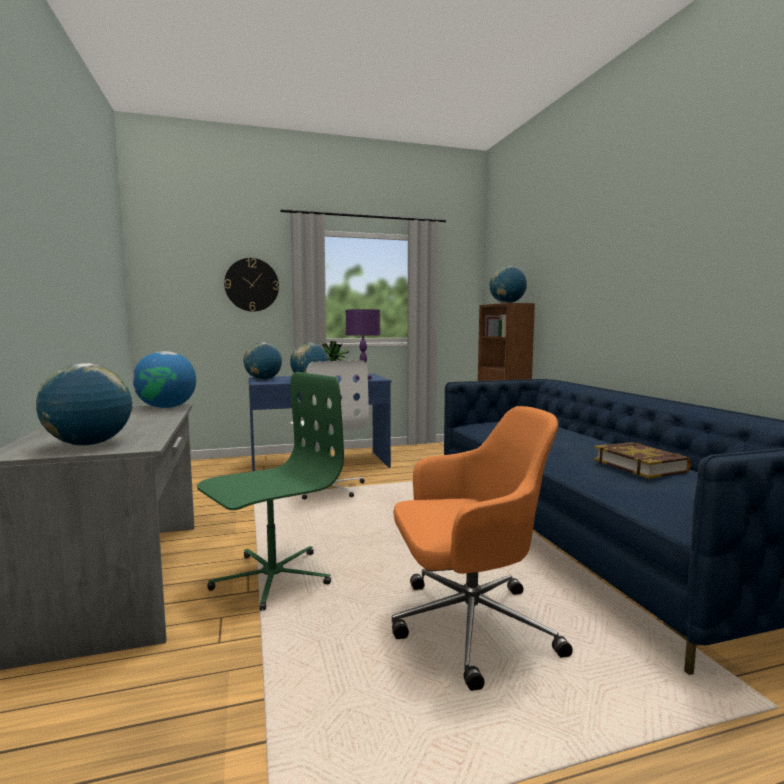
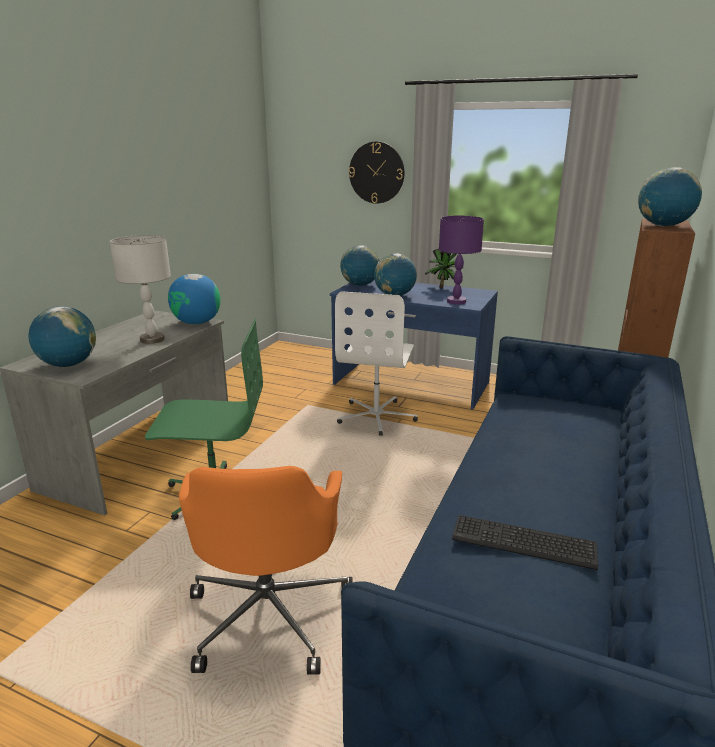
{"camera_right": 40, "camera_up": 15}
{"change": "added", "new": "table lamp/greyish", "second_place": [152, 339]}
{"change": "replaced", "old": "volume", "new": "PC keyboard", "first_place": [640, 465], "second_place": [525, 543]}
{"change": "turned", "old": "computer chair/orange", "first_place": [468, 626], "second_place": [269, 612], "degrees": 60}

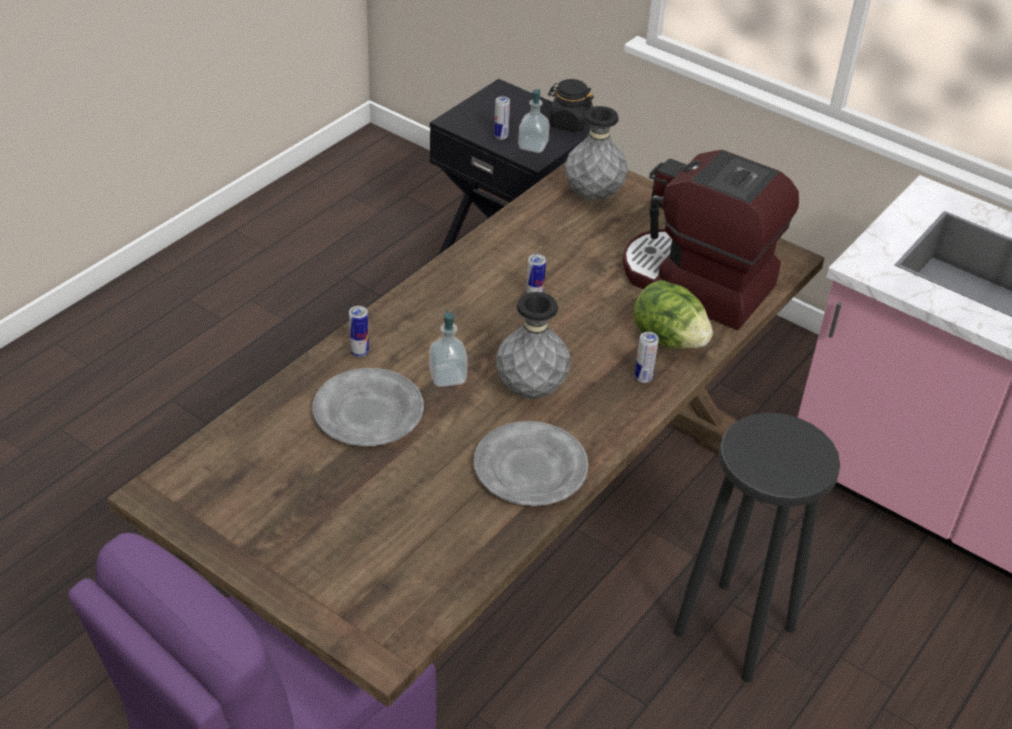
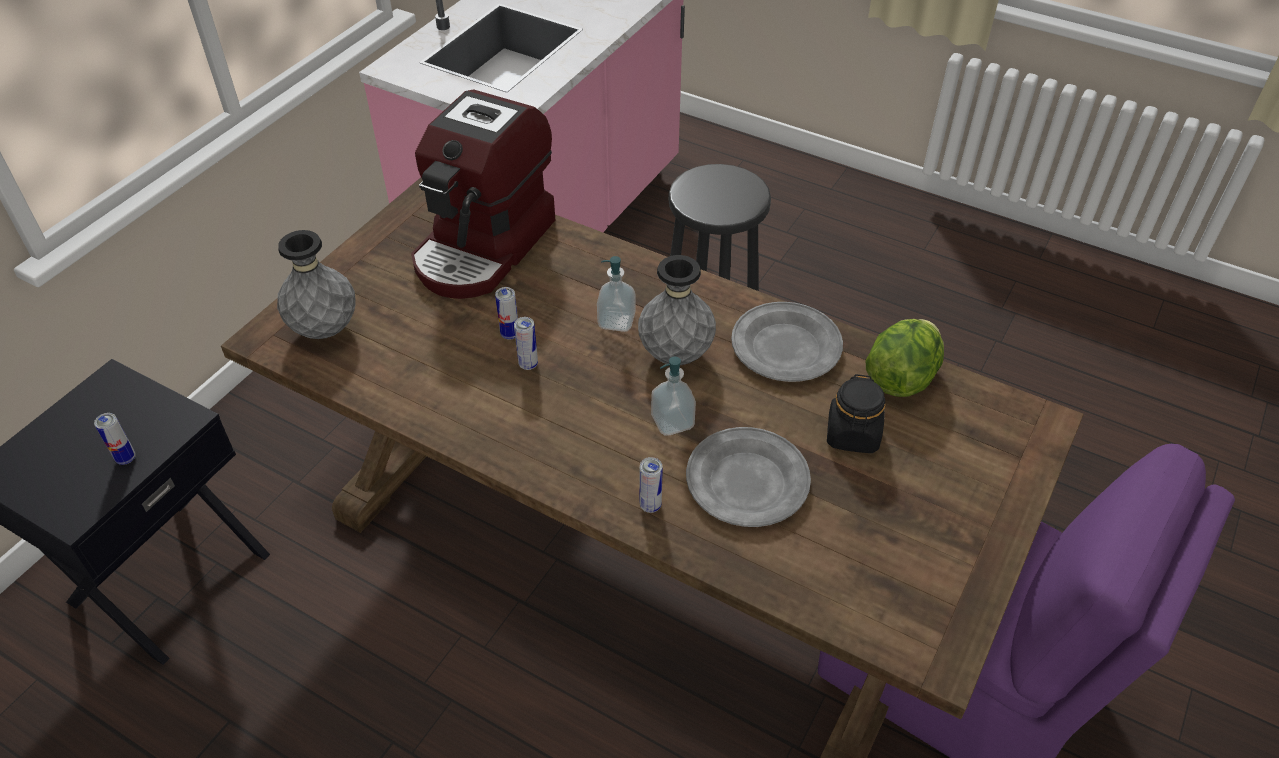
{"camera_right": -95, "camera_up": 5}
{"change": "moved", "old": "soap bottle", "first_place": [533, 146], "second_place": [616, 321]}
{"change": "moved", "old": "storage jar/black", "first_place": [569, 123], "second_place": [853, 435]}
{"change": "moved", "old": "head of lettuce", "first_place": [668, 339], "second_place": [900, 378]}
{"change": "moved", "old": "can", "first_place": [643, 378], "second_place": [510, 334]}

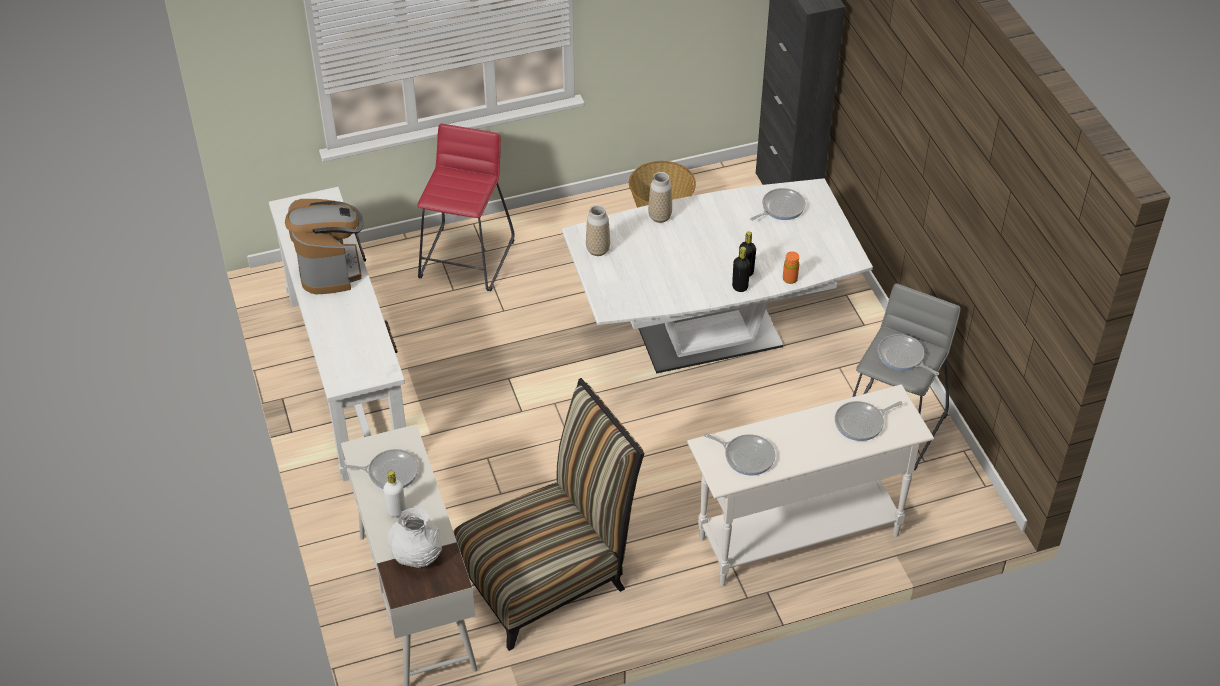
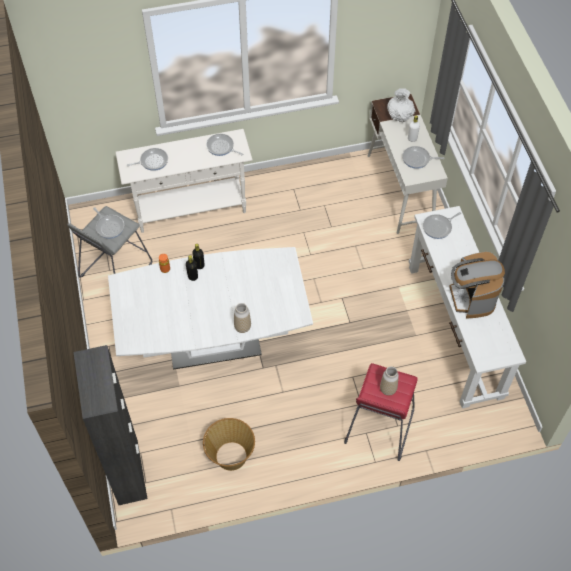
{"camera_right": -175, "camera_up": 10}
{"change": "removed", "old": "chair", "first_place": [548, 573]}
{"change": "moved", "old": "vase", "first_place": [598, 250], "second_place": [388, 389]}
{"change": "moved", "old": "frying pan", "first_place": [780, 208], "second_place": [438, 227]}

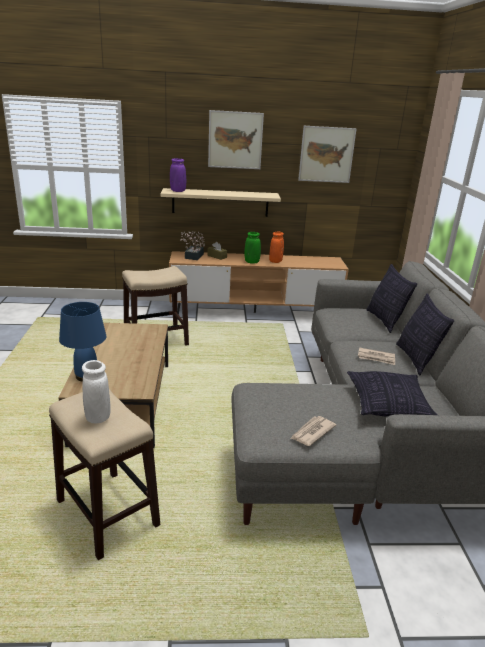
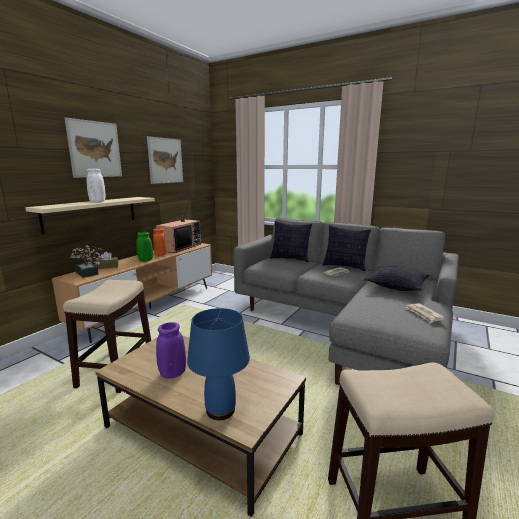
{"camera_right": -55, "camera_up": -10}
{"change": "added", "new": "TV set", "second_place": [180, 247]}
{"change": "moved", "old": "vase/white", "first_place": [98, 417], "second_place": [97, 201]}
{"change": "moved", "old": "vase/purple", "first_place": [178, 191], "second_place": [172, 373]}

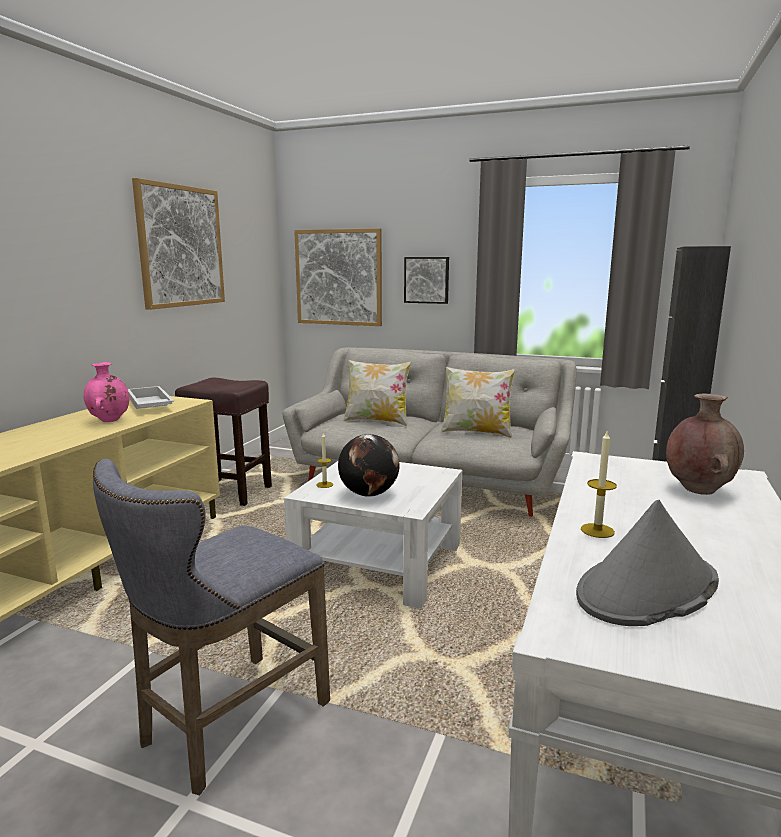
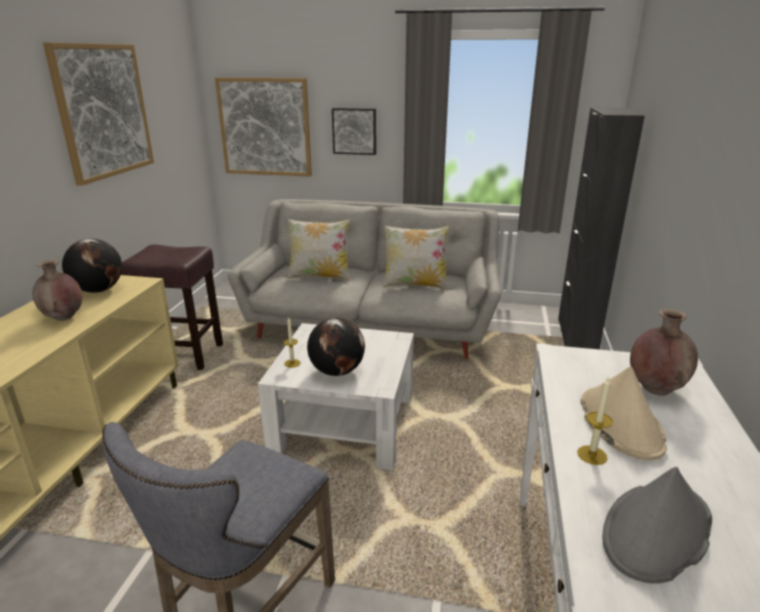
{"camera_right": -10, "camera_up": 10}
{"change": "added", "new": "hat/sand-coloured", "second_place": [620, 423]}
{"change": "replaced", "old": "serving tray/white", "new": "desk globe", "first_place": [149, 405], "second_place": [98, 290]}
{"change": "recoloured", "old": "vase/pink-coloured", "new": "vase/brown", "first_place": [109, 421], "second_place": [64, 318]}

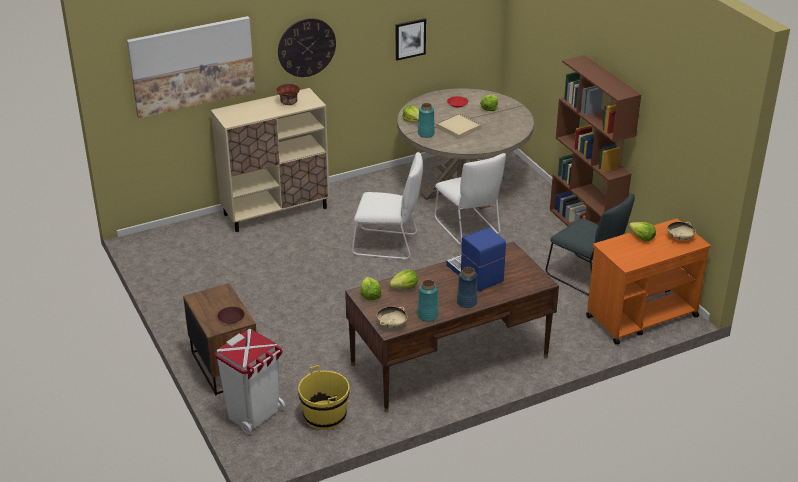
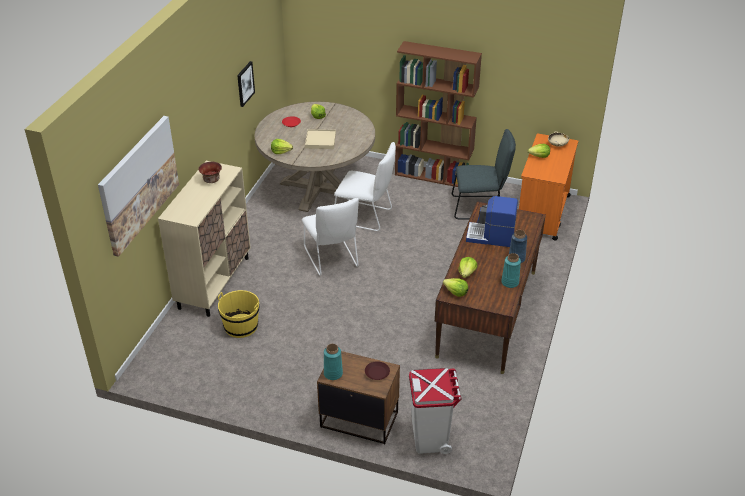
{"camera_right": -45, "camera_up": 5}
{"change": "removed", "old": "clock on the wall", "first_place": [306, 47]}
{"change": "removed", "old": "deep dish/sand-coloured", "first_place": [392, 324]}
{"change": "moved", "old": "water bucket/yellow-coloured", "first_place": [325, 416], "second_place": [241, 326]}
{"change": "moved", "old": "vase/turquoise", "first_place": [426, 134], "second_place": [333, 373]}
{"change": "turned", "old": "chair/white", "first_place": [388, 245], "second_place": [332, 259], "degrees": 105}

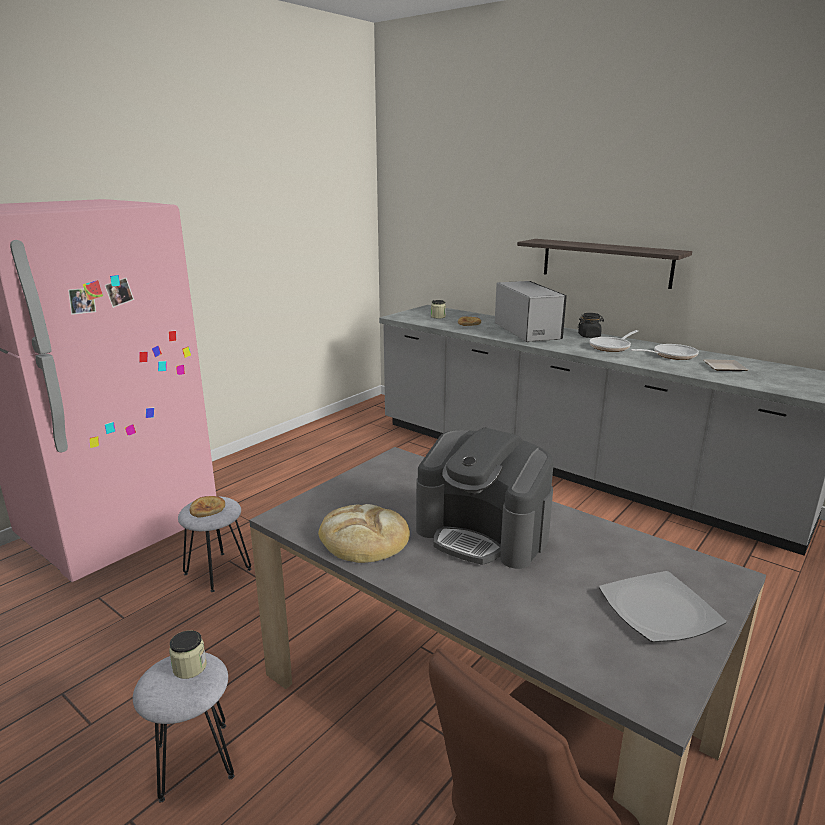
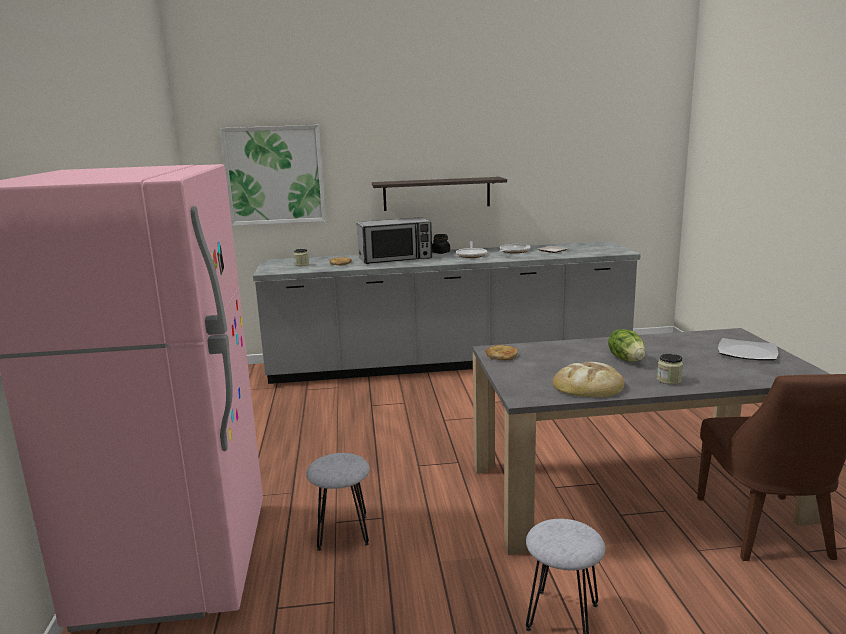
{"camera_right": -45, "camera_up": -5}
{"change": "added", "new": "picture", "second_place": [274, 175]}
{"change": "moved", "old": "storage jar", "first_place": [190, 667], "second_place": [669, 380]}
{"change": "moved", "old": "bakery bread", "first_place": [207, 509], "second_place": [501, 355]}
{"change": "replaced", "old": "coffee brewer", "new": "head of lettuce", "first_place": [483, 533], "second_place": [627, 359]}
{"change": "turned", "old": "microwave oven", "first_place": [527, 331], "second_place": [395, 258], "degrees": 135}

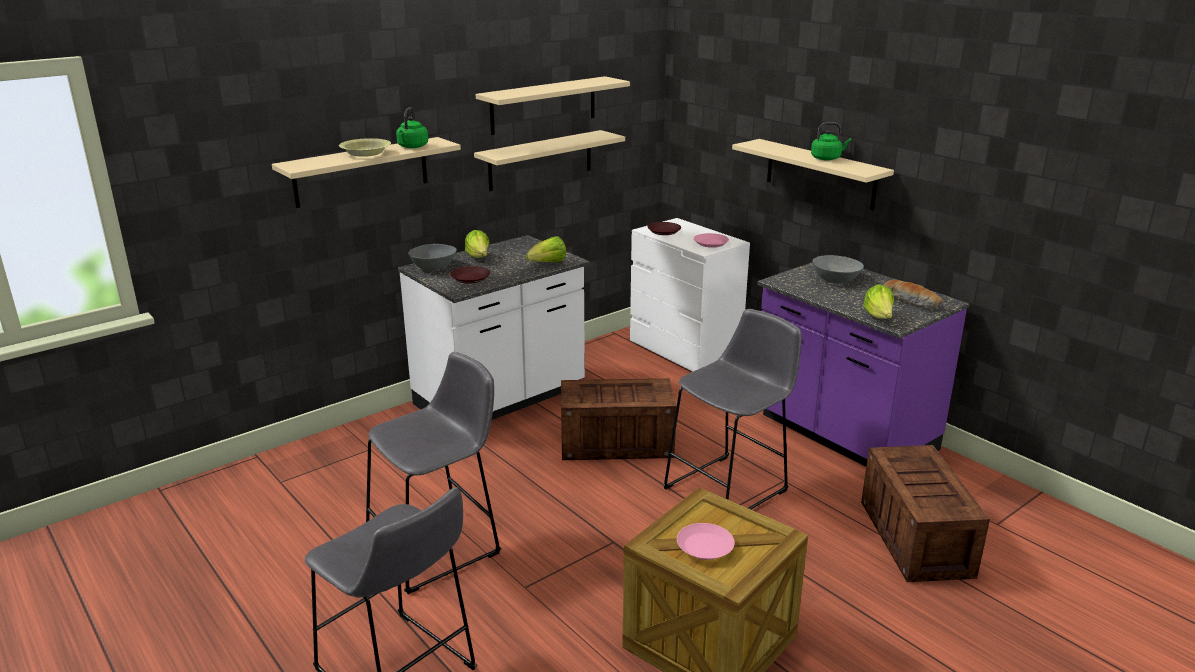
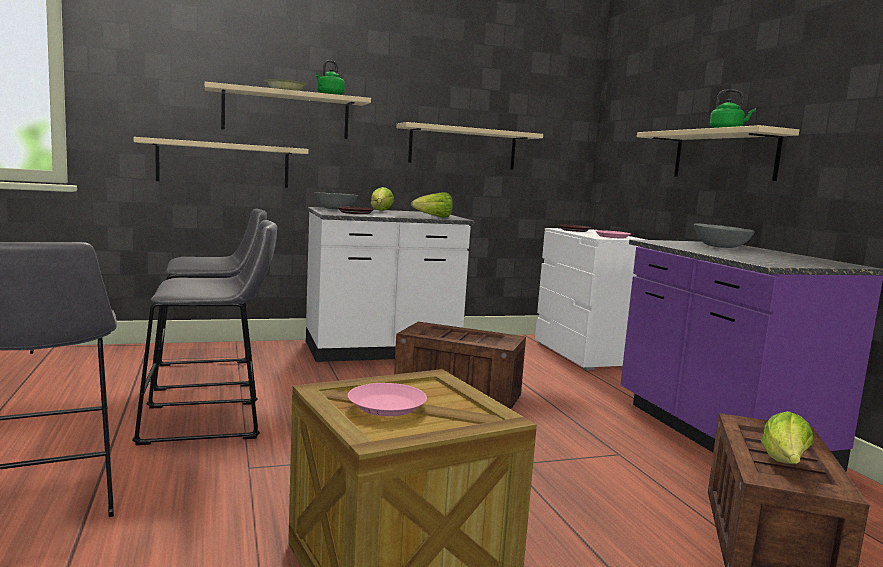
{"camera_right": 20, "camera_up": -15}
{"change": "removed", "old": "bakery bread", "first_place": [911, 301]}
{"change": "moved", "old": "bracket shelf/sand-coloured", "first_place": [543, 105], "second_place": [224, 164]}
{"change": "moved", "old": "stool seat/greyish", "first_place": [730, 487], "second_place": [211, 375]}
{"change": "moved", "old": "head of lettuce", "first_place": [879, 317], "second_place": [784, 463]}

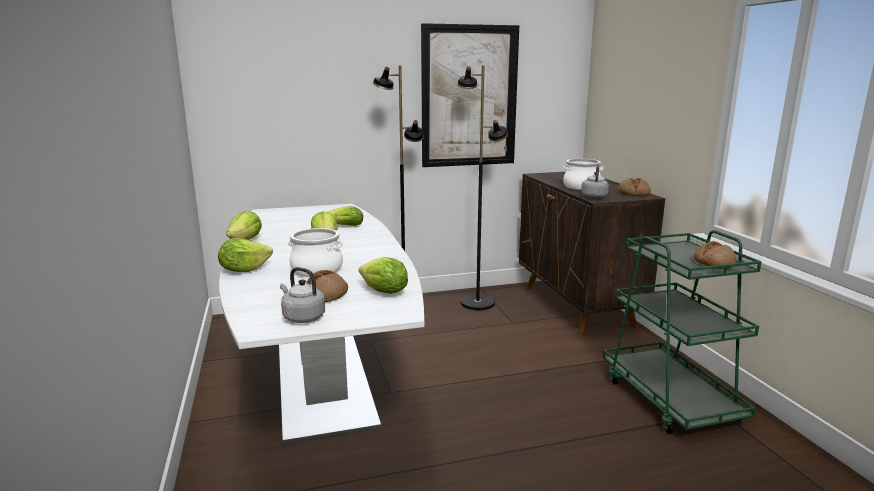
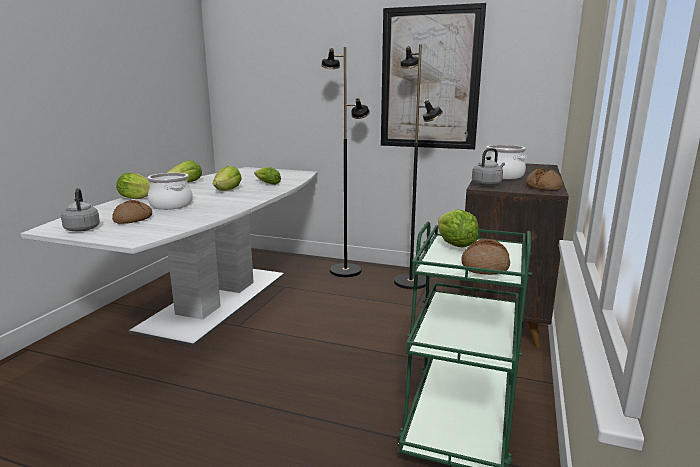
{"camera_right": 35, "camera_up": 0}
{"change": "moved", "old": "head of lettuce", "first_place": [384, 292], "second_place": [455, 245]}

